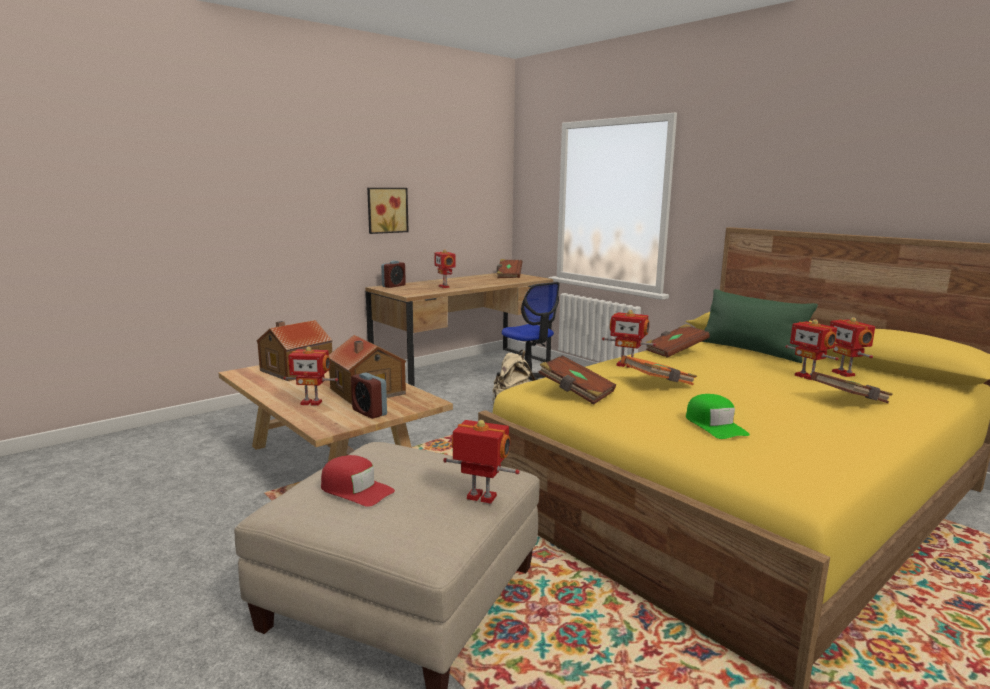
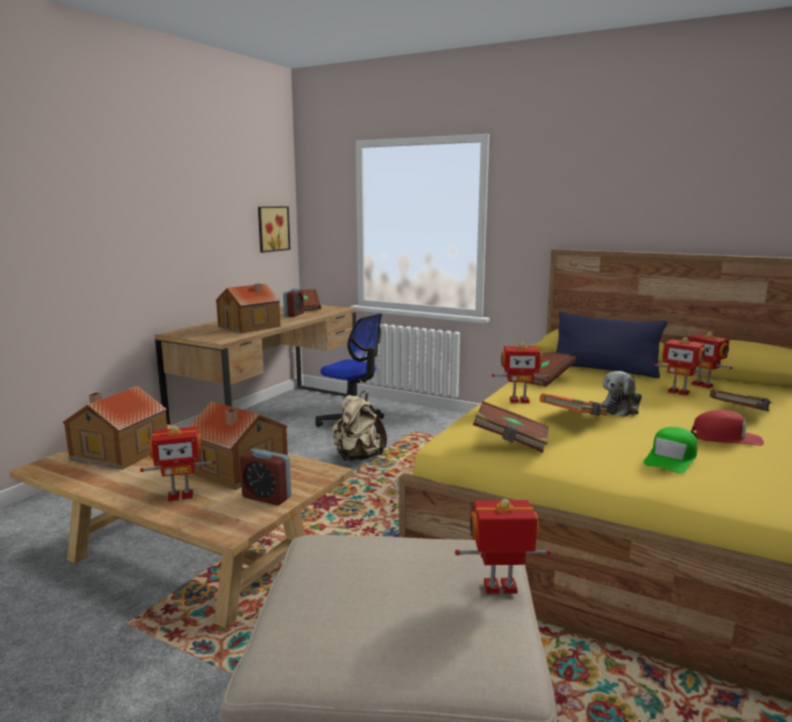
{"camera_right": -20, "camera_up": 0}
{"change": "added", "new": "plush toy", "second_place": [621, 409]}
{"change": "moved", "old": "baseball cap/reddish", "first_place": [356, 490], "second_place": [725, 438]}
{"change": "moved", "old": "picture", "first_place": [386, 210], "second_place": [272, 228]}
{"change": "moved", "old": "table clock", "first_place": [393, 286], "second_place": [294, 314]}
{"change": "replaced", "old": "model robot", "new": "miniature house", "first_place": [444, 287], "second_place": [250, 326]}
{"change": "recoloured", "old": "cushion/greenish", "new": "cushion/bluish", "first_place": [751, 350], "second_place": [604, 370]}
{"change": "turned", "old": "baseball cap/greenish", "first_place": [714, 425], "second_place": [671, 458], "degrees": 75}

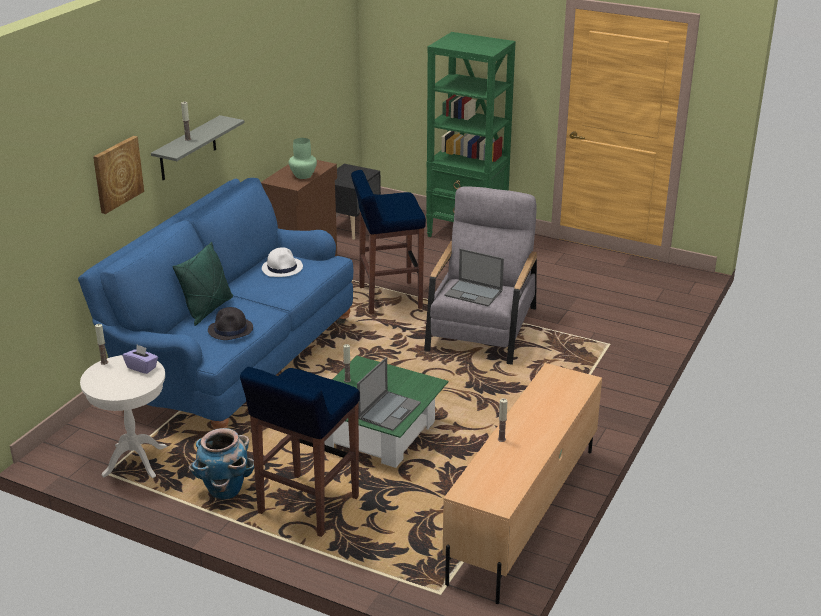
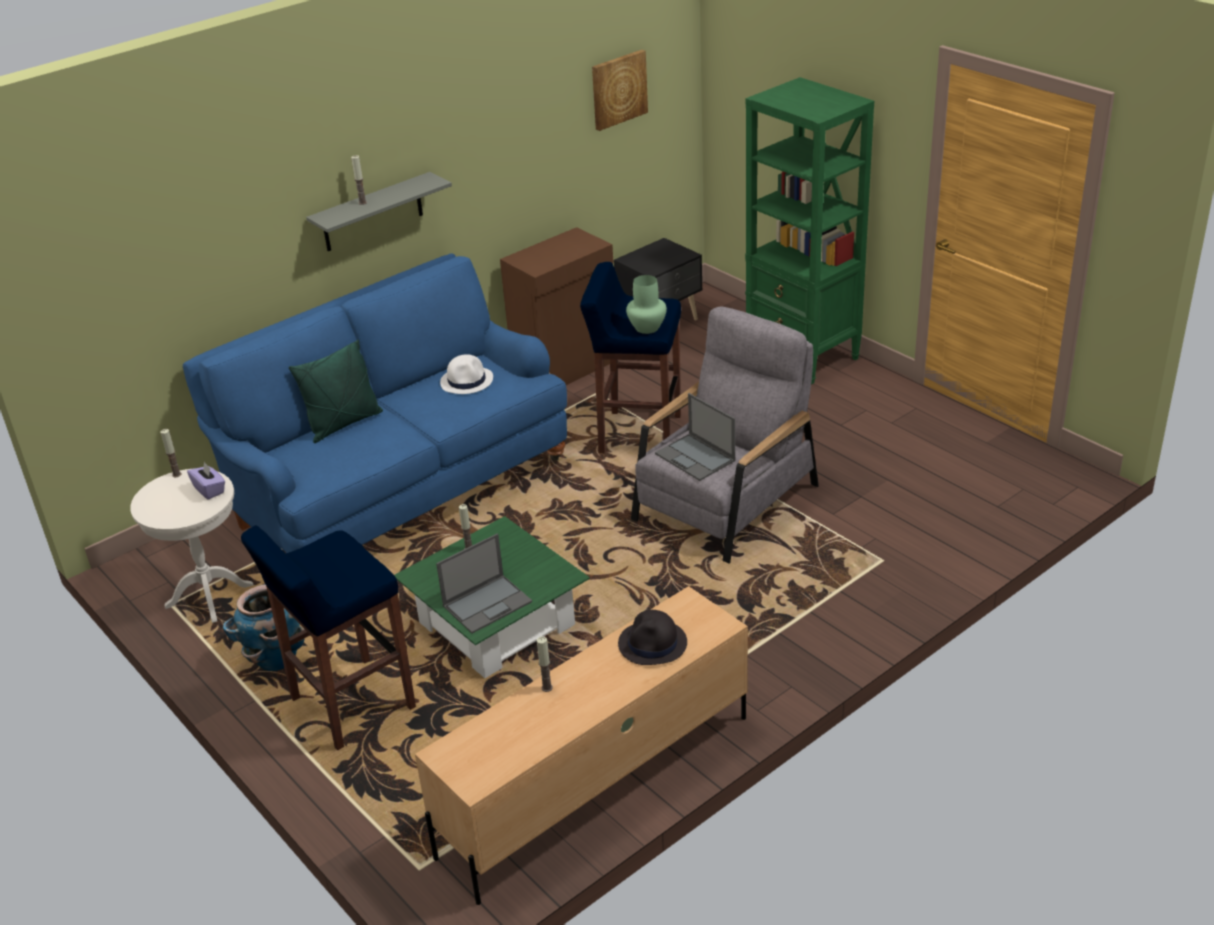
{"camera_right": 25, "camera_up": 5}
{"change": "moved", "old": "picture", "first_place": [117, 174], "second_place": [618, 89]}
{"change": "moved", "old": "hat/black", "first_place": [231, 329], "second_place": [653, 644]}
{"change": "moved", "old": "vase/greenish", "first_place": [303, 175], "second_place": [647, 328]}

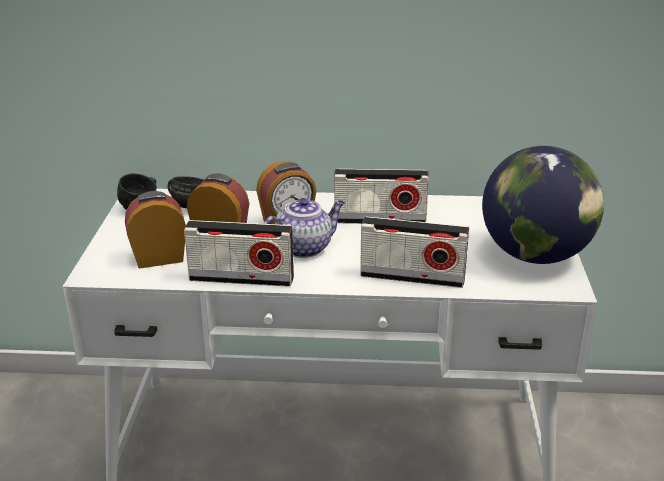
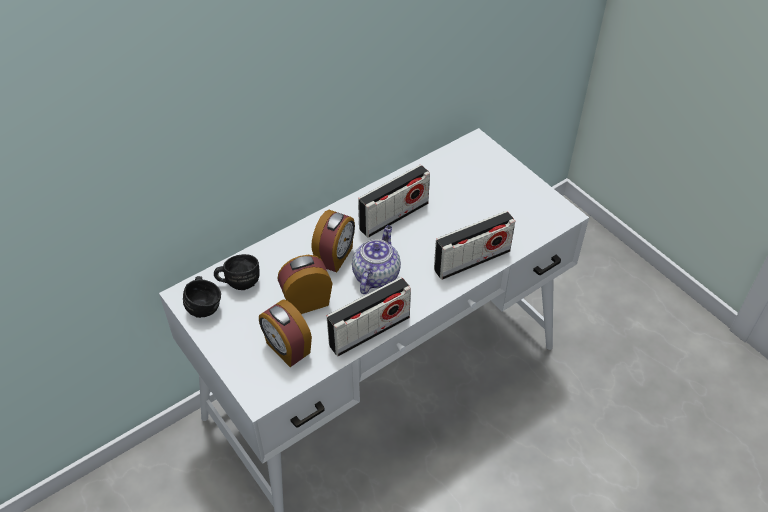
{"camera_right": -40, "camera_up": 20}
{"change": "removed", "old": "desk globe", "first_place": [536, 256]}
{"change": "turned", "old": "table clock", "first_place": [159, 257], "second_place": [287, 348], "degrees": -75}

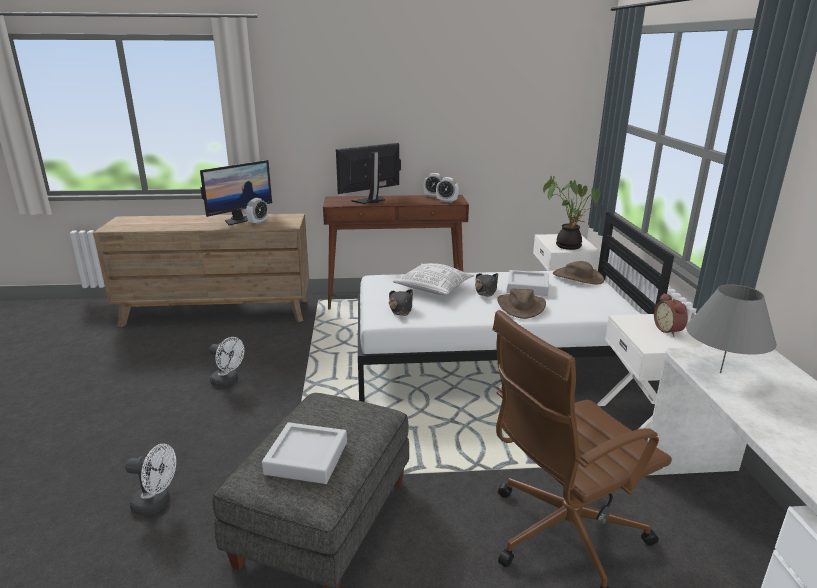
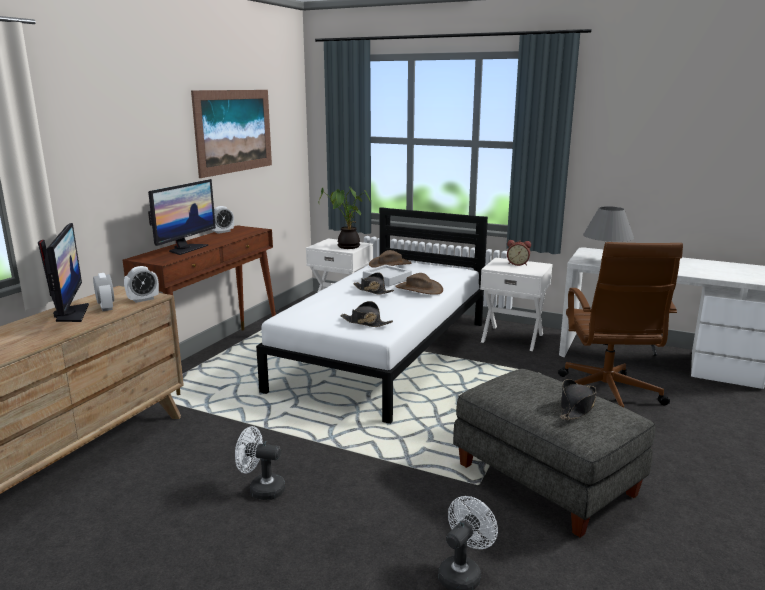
{"camera_right": -60, "camera_up": -5}
{"change": "removed", "old": "cushion", "first_place": [433, 289]}
{"change": "added", "new": "picture", "second_place": [234, 131]}
{"change": "moved", "old": "table clock", "first_place": [446, 201], "second_place": [143, 299]}
{"change": "replaced", "old": "serving tray/greyish", "new": "hat/black", "first_place": [306, 458], "second_place": [576, 407]}
{"change": "turned", "old": "fan/white", "first_place": [228, 381], "second_place": [261, 489], "degrees": -135}
{"change": "turned", "old": "monitor", "first_place": [371, 200], "second_place": [185, 249], "degrees": -150}

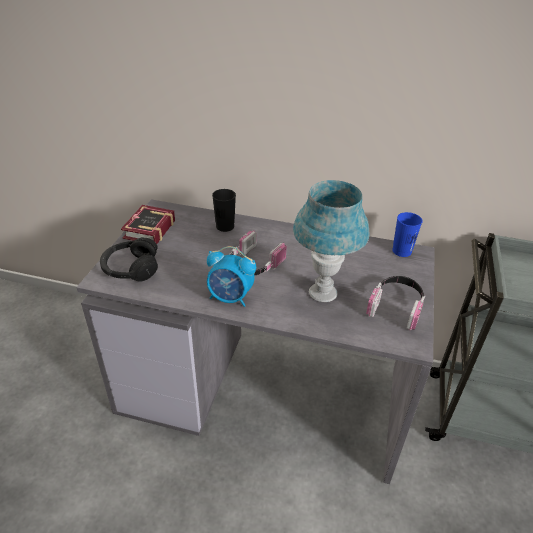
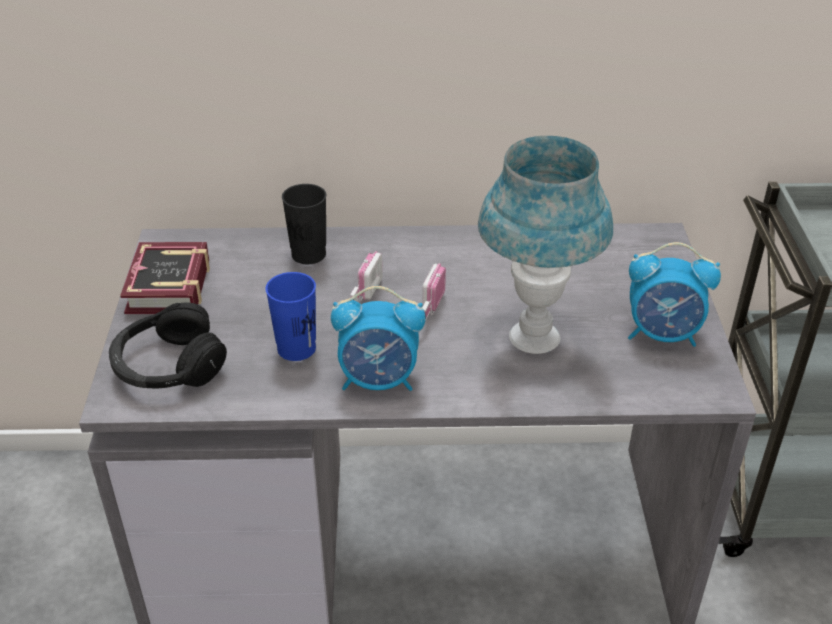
{"camera_right": -15, "camera_up": 0}
{"change": "moved", "old": "small cup/bluish", "first_place": [401, 251], "second_place": [296, 348]}
{"change": "replaced", "old": "headphones", "new": "table clock", "first_place": [396, 306], "second_place": [663, 334]}

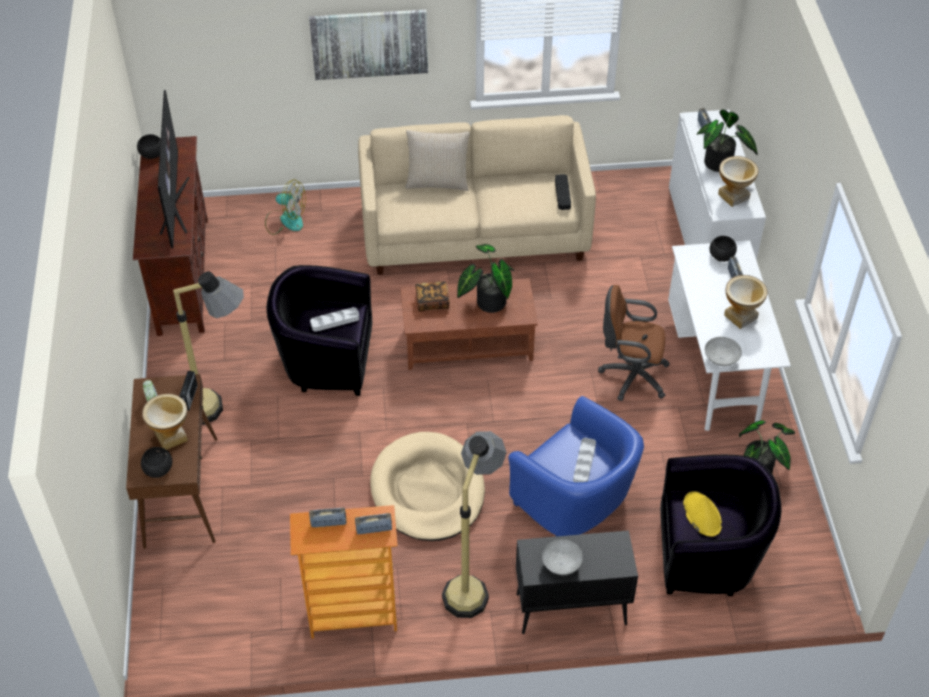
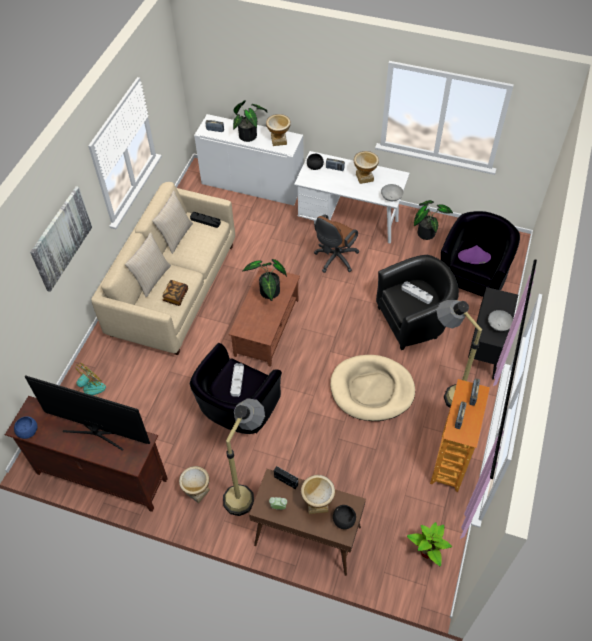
{"camera_right": -65, "camera_up": 5}
{"change": "added", "new": "cushion/sand-coloured", "second_place": [176, 236]}
{"change": "added", "new": "vase", "second_place": [197, 491]}
{"change": "added", "new": "houseplant", "second_place": [427, 551]}
{"change": "moved", "old": "volume", "first_place": [432, 302], "second_place": [176, 296]}
{"change": "recoloured", "old": "deep dish/black", "new": "deep dish/bluish", "first_place": [152, 154], "second_place": [28, 431]}
{"change": "recoloured", "old": "lounge chair/bluish", "new": "lounge chair/black", "first_place": [575, 503], "second_place": [413, 320]}
{"change": "recoloured", "old": "hat/yellow-coloured", "new": "hat/purple", "first_place": [702, 514], "second_place": [474, 257]}

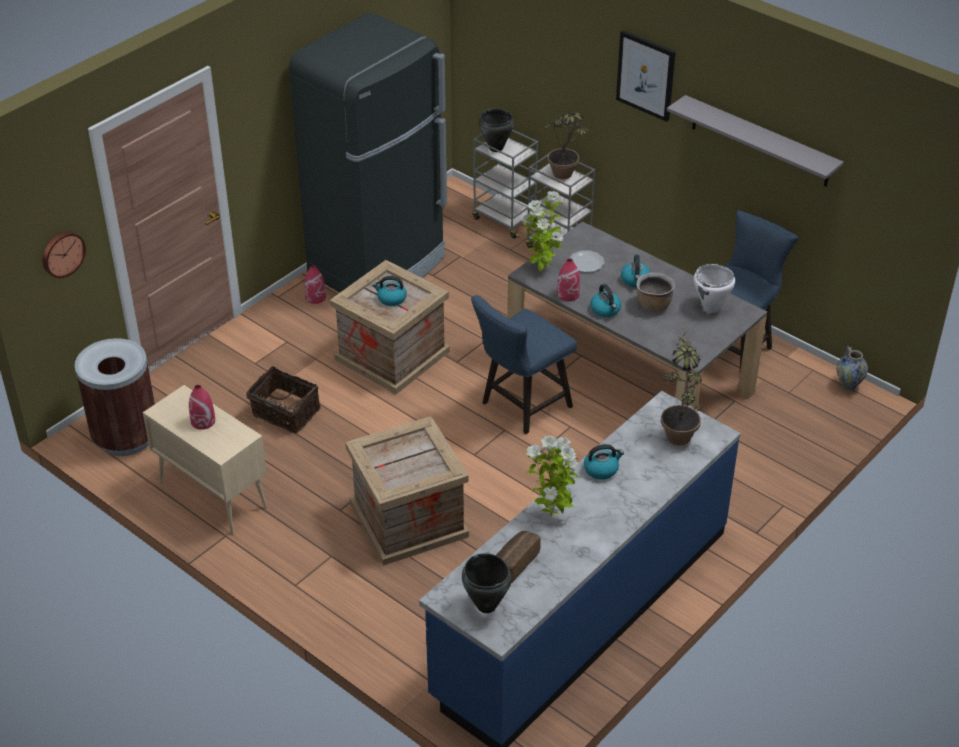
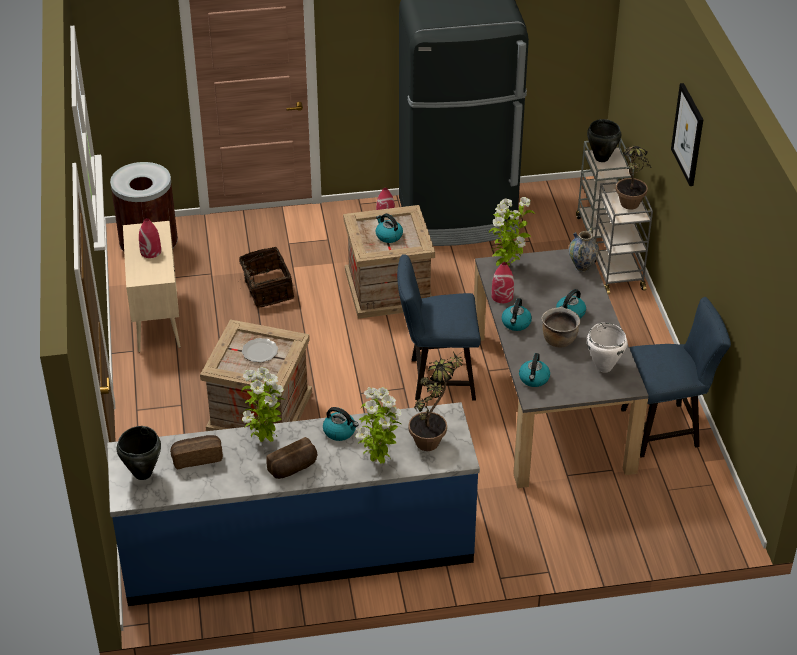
{"camera_right": 40, "camera_up": 0}
{"change": "removed", "old": "clock on the wall", "first_place": [62, 253]}
{"change": "removed", "old": "bracket shelf/greyish", "first_place": [760, 141]}
{"change": "added", "new": "bakery bread", "second_place": [293, 468]}
{"change": "added", "new": "houseplant", "second_place": [377, 461]}
{"change": "added", "new": "kettle", "second_place": [534, 379]}
{"change": "moved", "old": "plate", "first_place": [586, 263], "second_place": [260, 352]}
{"change": "moved", "old": "vase", "first_place": [848, 386], "second_place": [582, 267]}

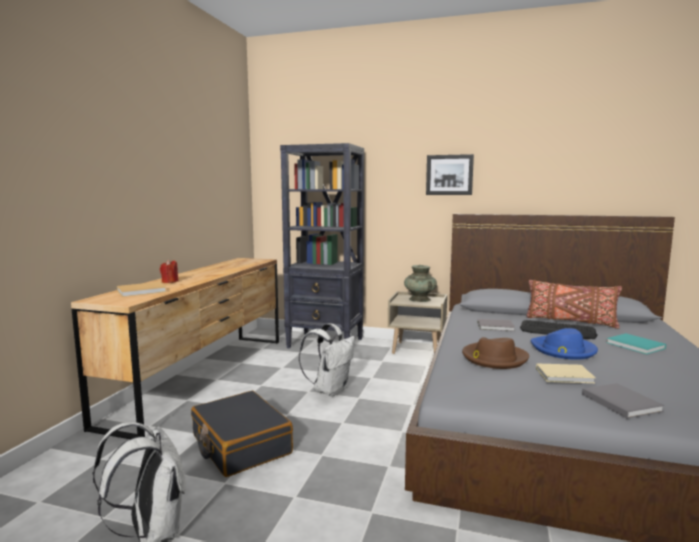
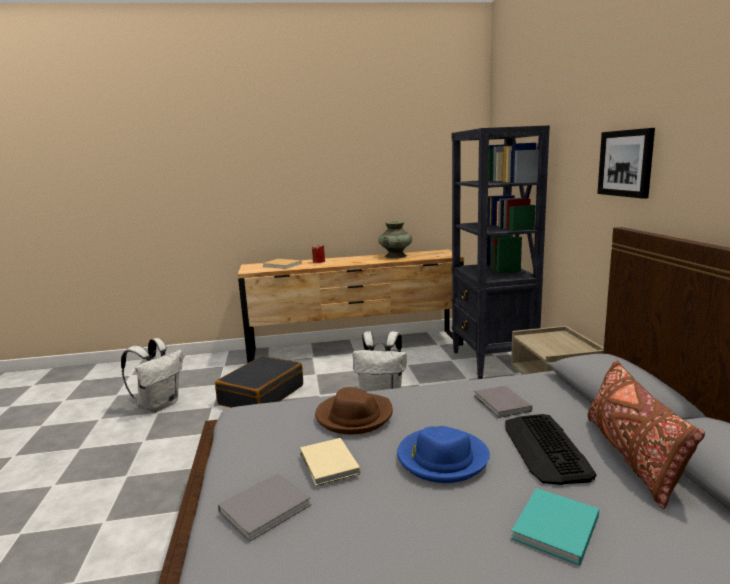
{"camera_right": 65, "camera_up": 5}
{"change": "moved", "old": "vase/turquoise", "first_place": [419, 299], "second_place": [396, 256]}

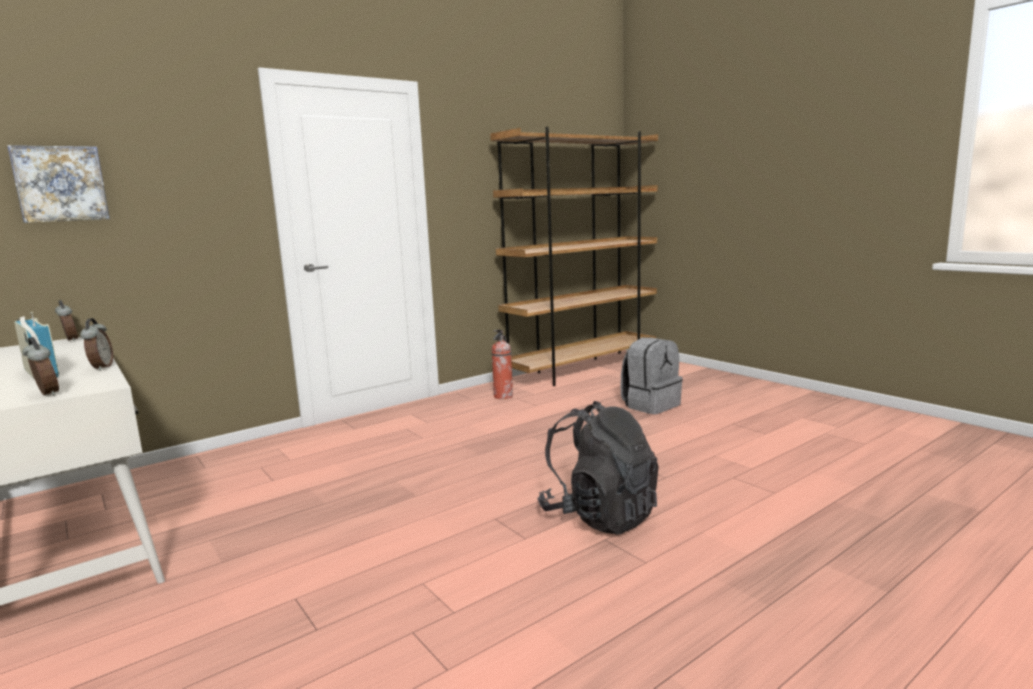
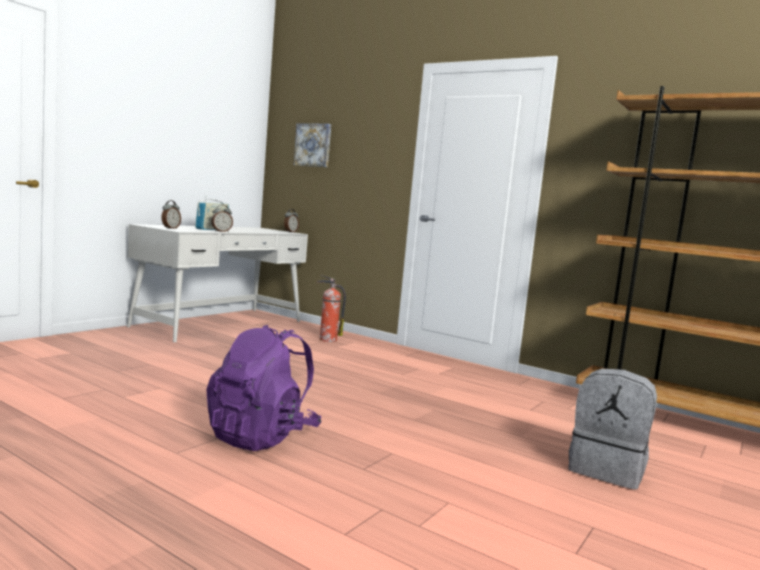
{"camera_right": 70, "camera_up": -5}
{"change": "moved", "old": "fire-fighting cylinder", "first_place": [503, 396], "second_place": [327, 339]}
{"change": "recoloured", "old": "knapsack/black", "new": "knapsack/purple", "first_place": [599, 516], "second_place": [262, 436]}

